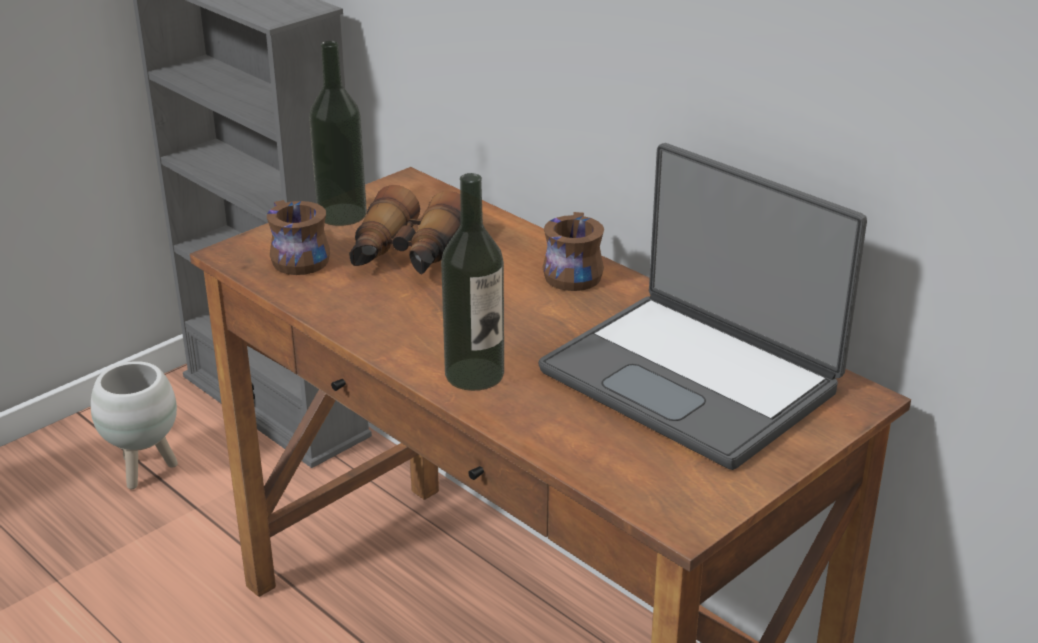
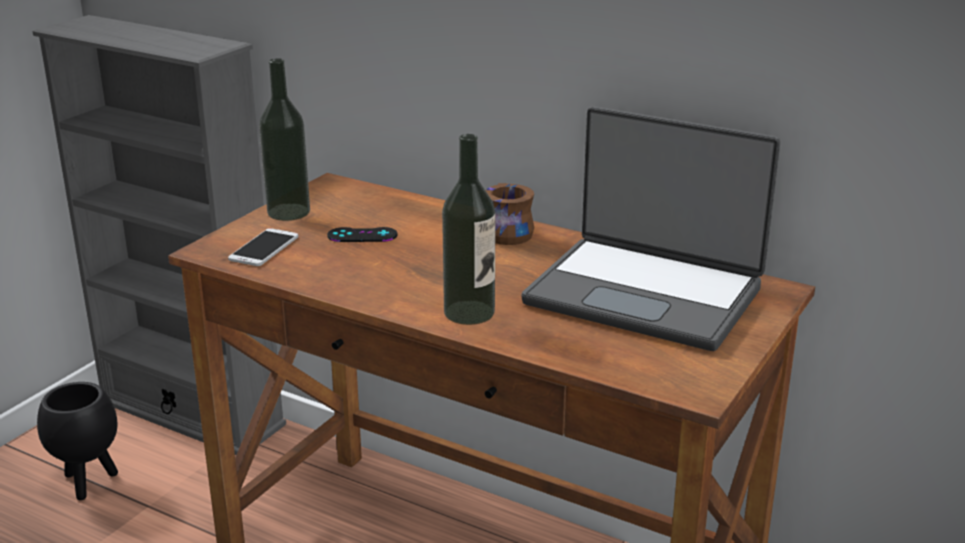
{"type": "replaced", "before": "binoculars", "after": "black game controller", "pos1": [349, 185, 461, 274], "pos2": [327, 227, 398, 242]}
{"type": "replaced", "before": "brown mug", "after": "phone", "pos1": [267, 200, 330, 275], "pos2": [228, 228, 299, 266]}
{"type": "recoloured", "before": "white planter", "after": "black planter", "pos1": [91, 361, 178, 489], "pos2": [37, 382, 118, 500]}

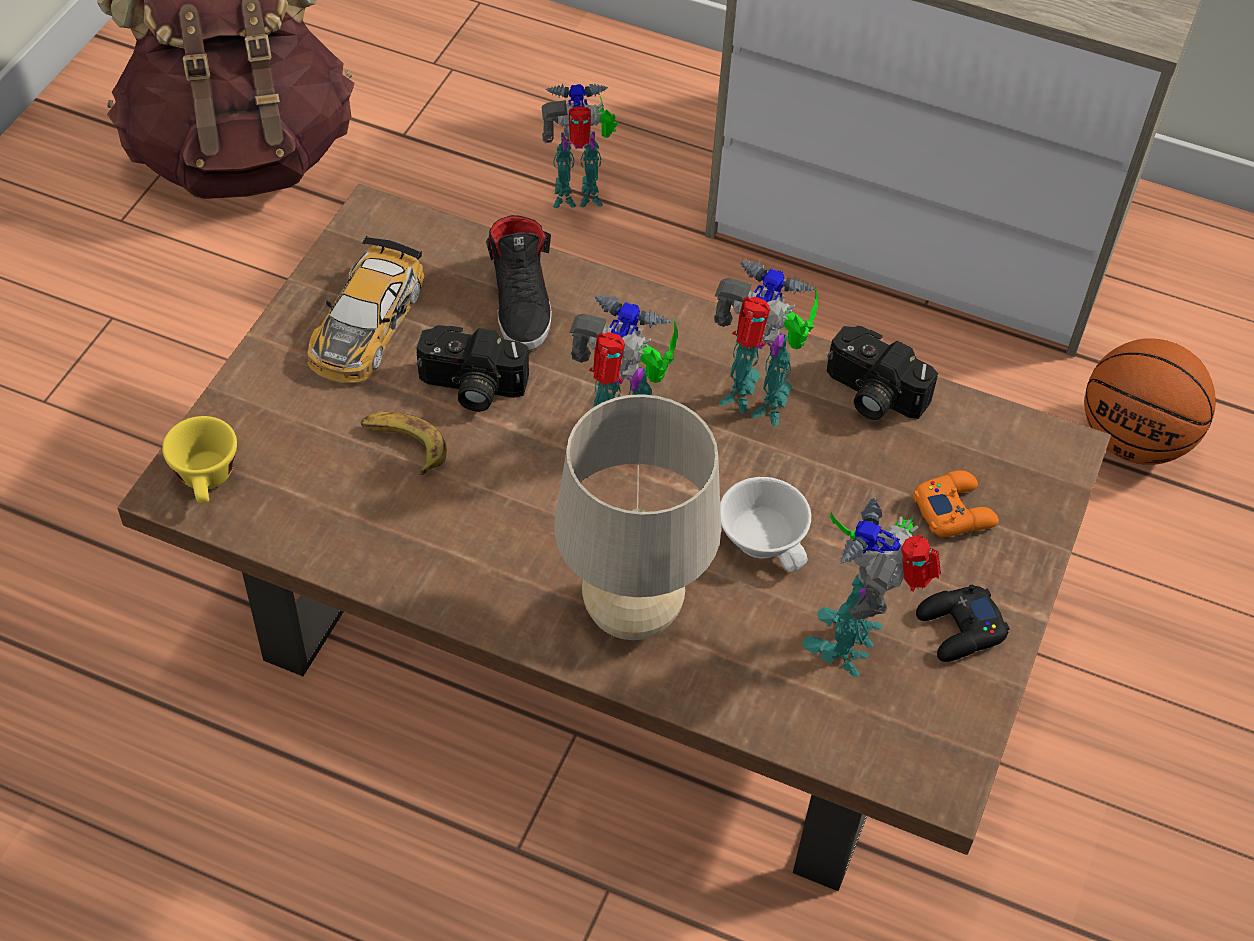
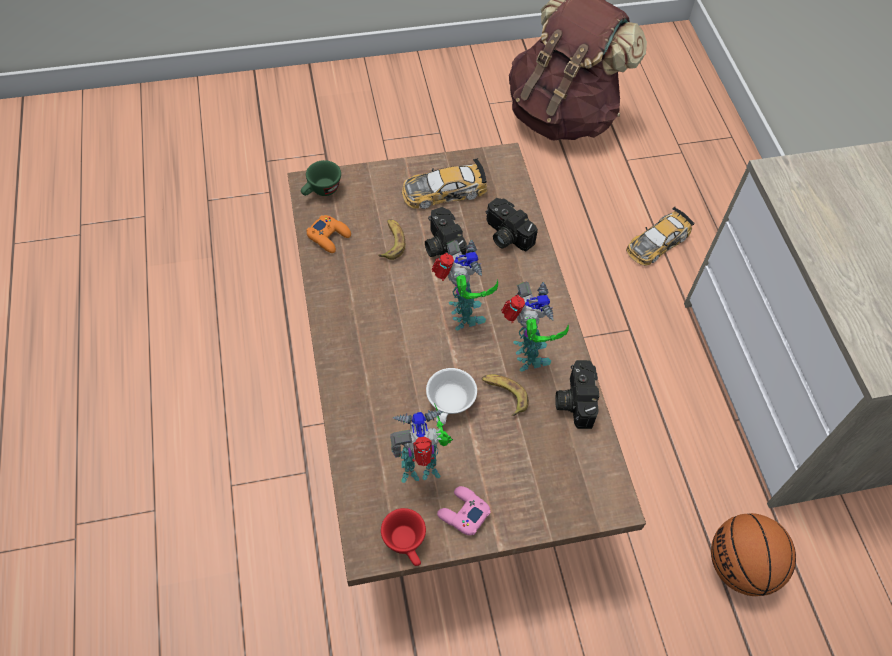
{"type": "replaced", "before": "toy robot", "after": "toy car", "pos1": [542, 83, 618, 208], "pos2": [626, 207, 695, 266]}
{"type": "replaced", "before": "black shoe", "after": "photo camera", "pos1": [486, 215, 552, 351], "pos2": [486, 198, 538, 251]}
{"type": "removed", "before": "beige table lamp", "pos1": [554, 394, 721, 640]}
{"type": "recoloured", "before": "yellow cup", "after": "green cup", "pos1": [162, 416, 237, 503], "pos2": [301, 160, 341, 196]}
{"type": "moved", "before": "orange game controller", "pos1": [912, 470, 999, 537], "pos2": [306, 215, 351, 253]}
{"type": "recoloured", "before": "black game controller", "after": "pink game controller", "pos1": [916, 584, 1010, 662], "pos2": [437, 486, 491, 536]}
{"type": "added", "after": "banana", "pos2": [482, 374, 529, 416]}
{"type": "added", "after": "red cup", "pos2": [381, 508, 426, 566]}

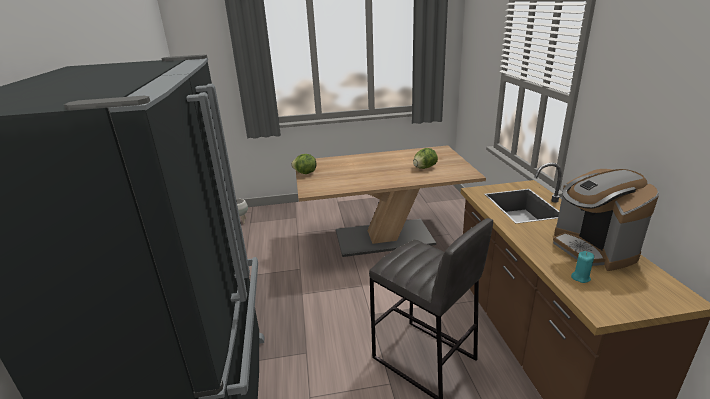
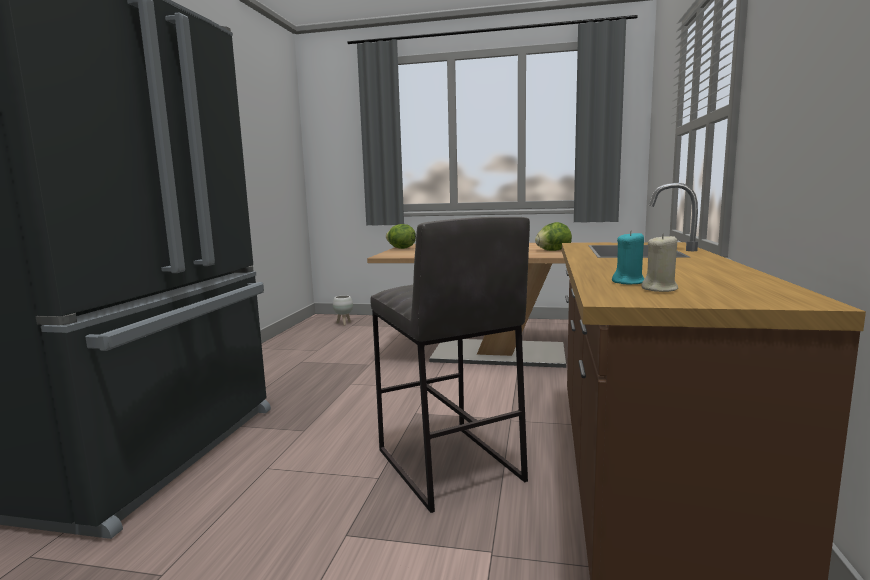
{"type": "removed", "before": "coffee machine", "pos1": [553, 169, 659, 271]}
{"type": "added", "after": "beige candle", "pos2": [641, 234, 678, 292]}

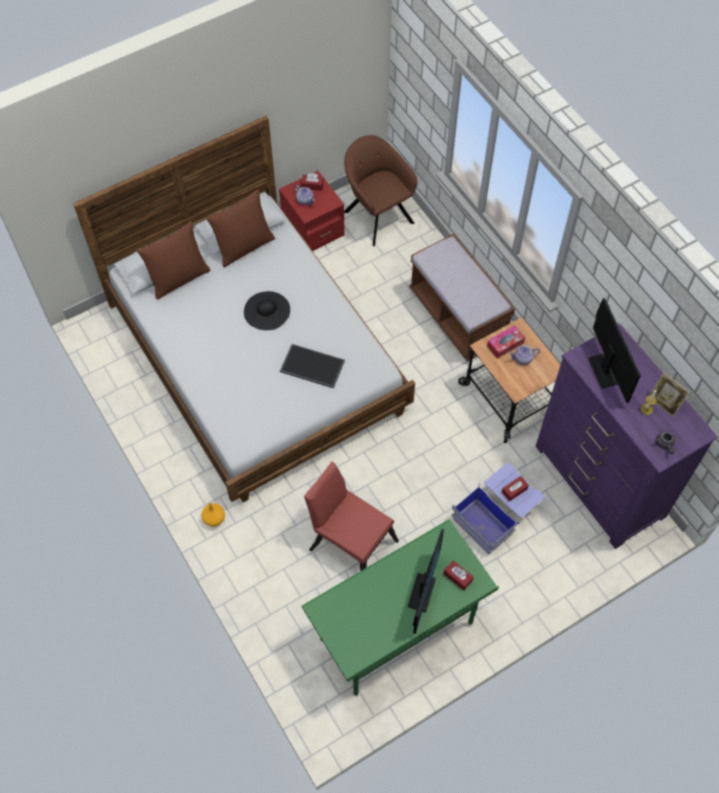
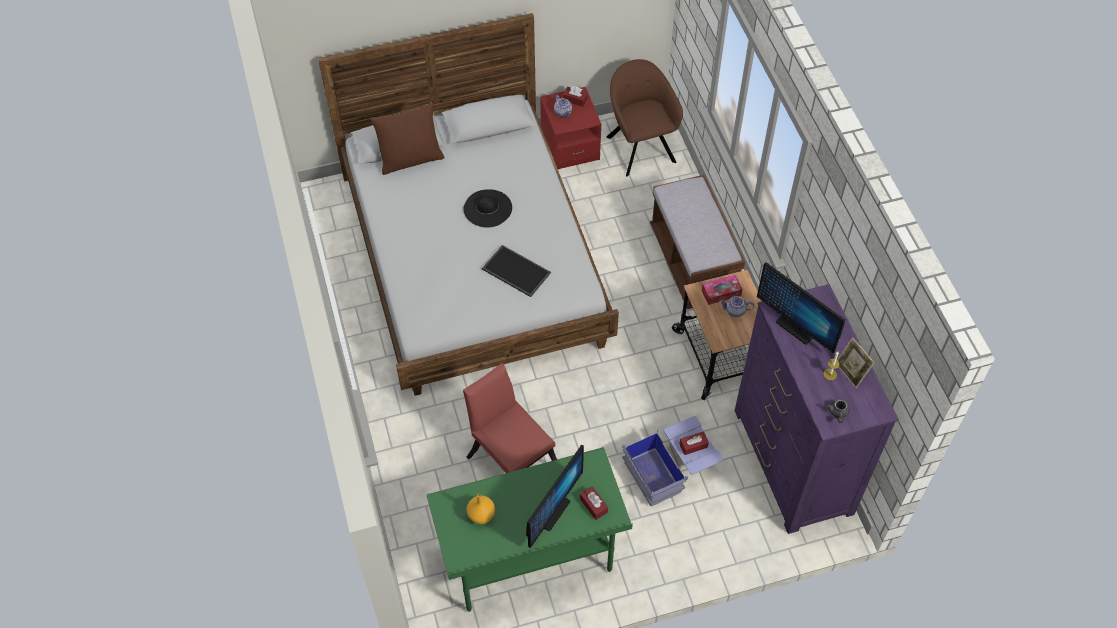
{"type": "removed", "before": "brown pillow", "pos1": [206, 189, 275, 267]}
{"type": "turned", "before": "monitor", "pos1": [589, 298, 641, 403], "pos2": [757, 262, 845, 353], "turn": 135}
{"type": "moved", "before": "orange vase", "pos1": [201, 503, 225, 527], "pos2": [467, 494, 495, 524]}

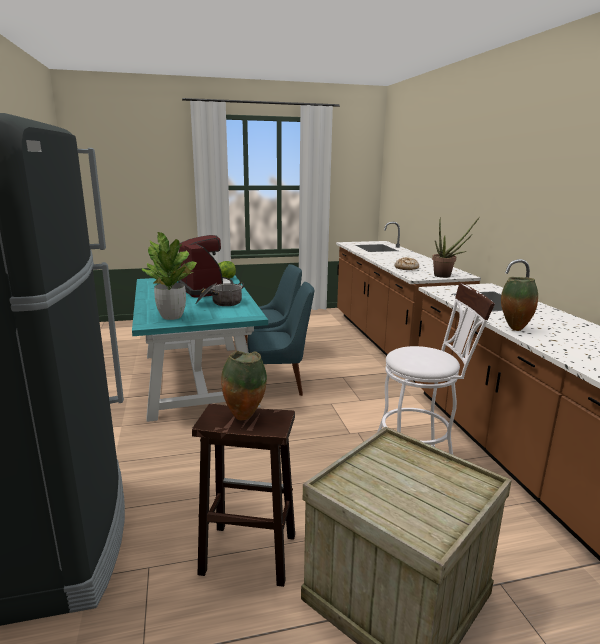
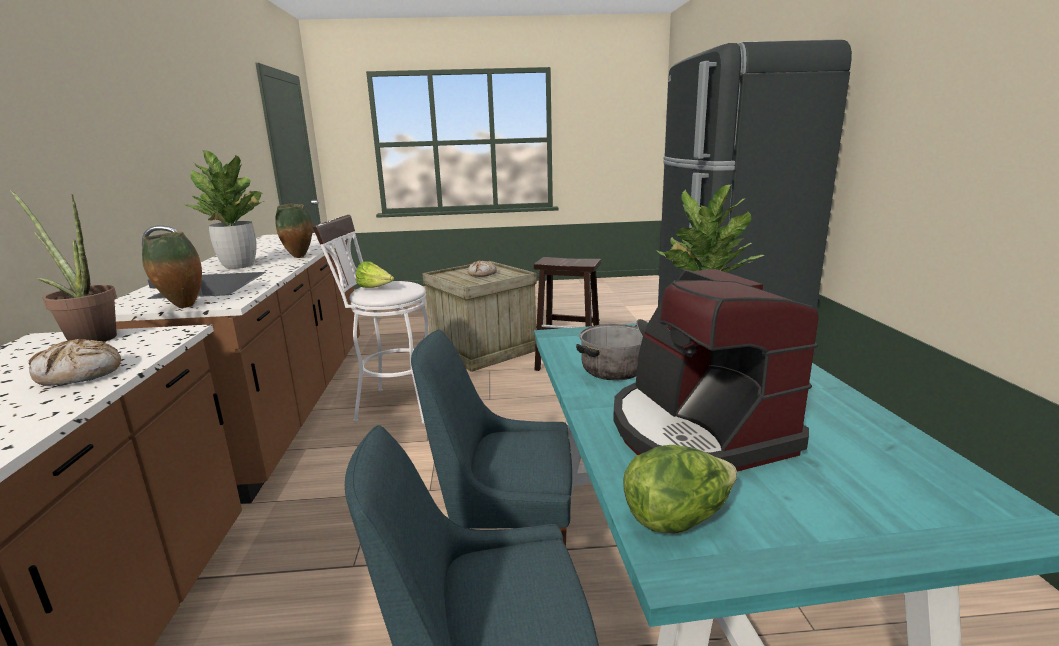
{"type": "moved", "before": "vase", "pos1": [221, 351, 267, 420], "pos2": [142, 232, 202, 308]}
{"type": "added", "after": "potted plant", "pos2": [184, 151, 266, 269]}
{"type": "added", "after": "bread", "pos2": [468, 260, 497, 277]}
{"type": "added", "after": "lettuce", "pos2": [356, 262, 394, 288]}

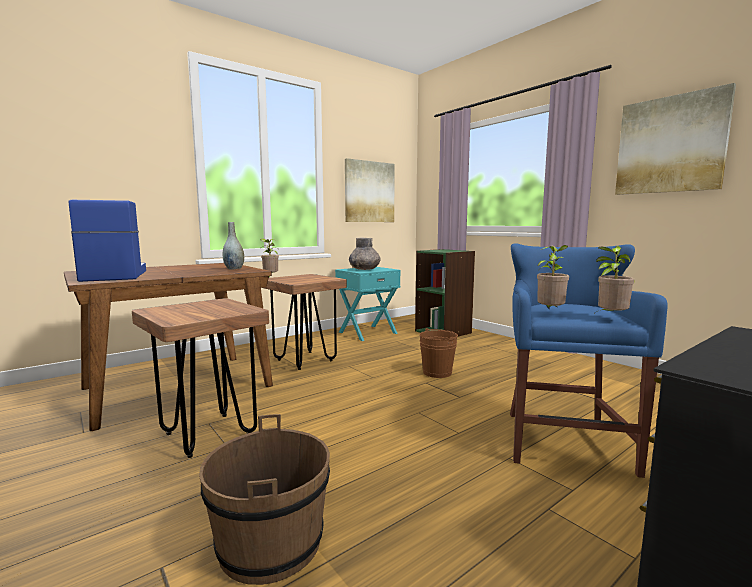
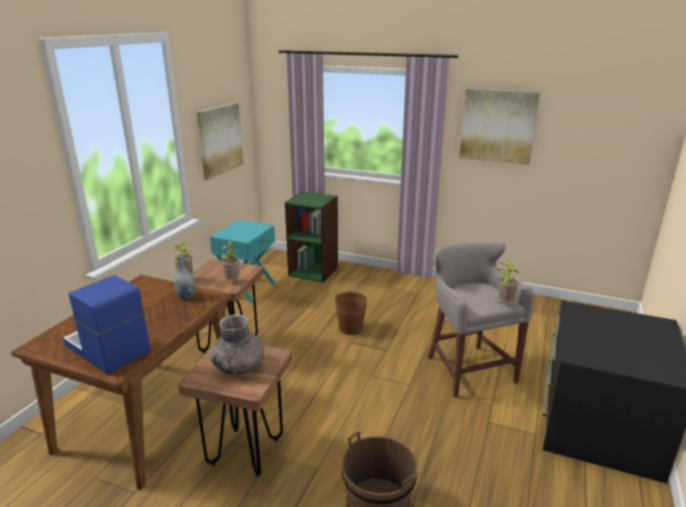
{"type": "moved", "before": "grey vase", "pos1": [349, 237, 380, 270], "pos2": [210, 314, 264, 375]}
{"type": "recoloured", "before": "blue stool", "after": "grey stool", "pos1": [510, 244, 668, 478], "pos2": [428, 241, 534, 397]}
{"type": "moved", "before": "potted plant", "pos1": [537, 245, 570, 310], "pos2": [221, 241, 240, 279]}

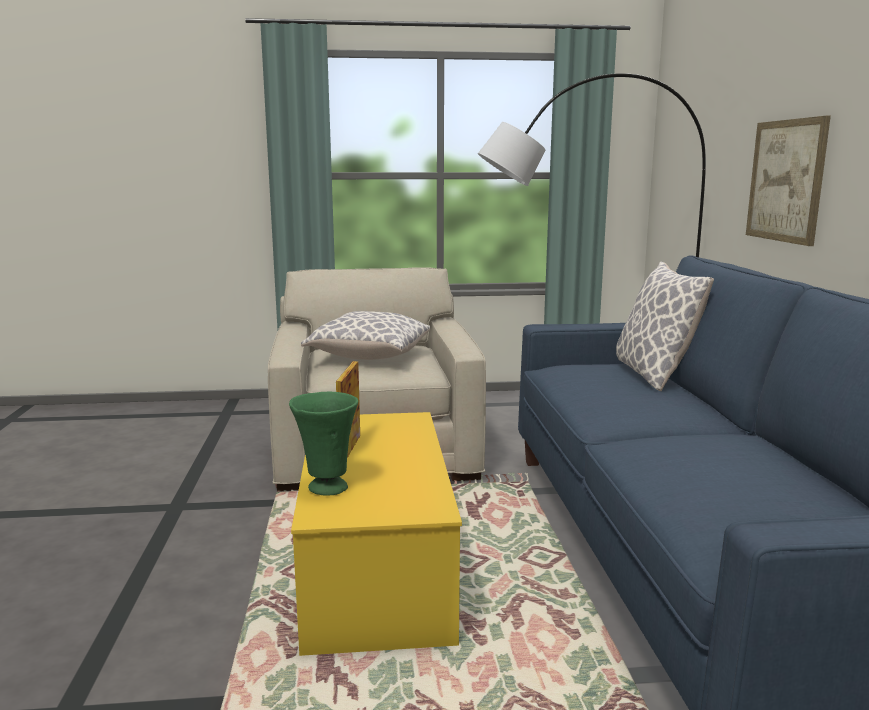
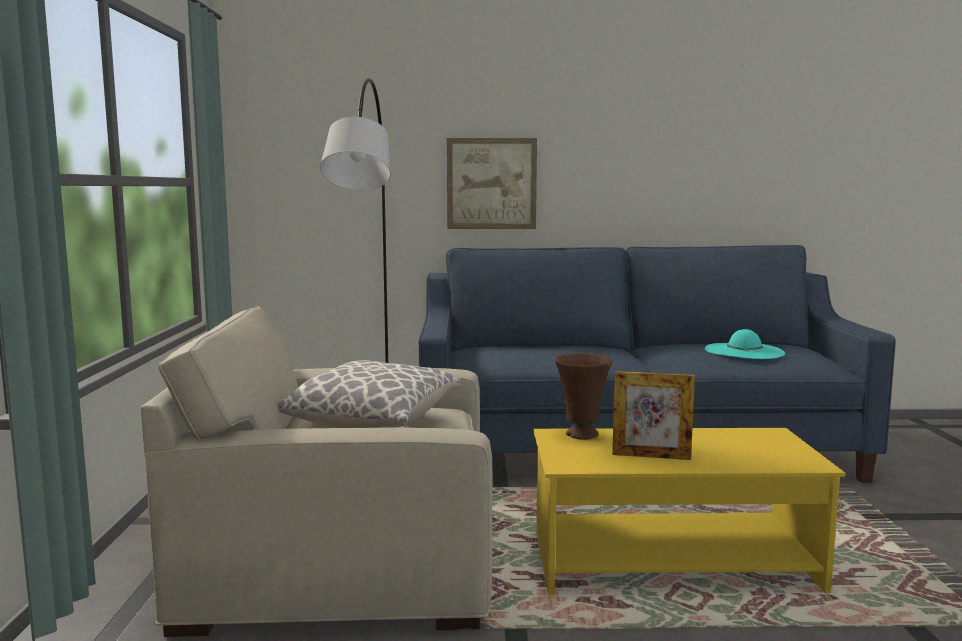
{"type": "removed", "before": "pillow", "pos1": [616, 262, 714, 391]}
{"type": "removed", "before": "green vase", "pos1": [289, 392, 358, 496]}
{"type": "added", "after": "turquoise hat", "pos2": [705, 329, 785, 359]}
{"type": "added", "after": "brown vase", "pos2": [555, 353, 612, 440]}

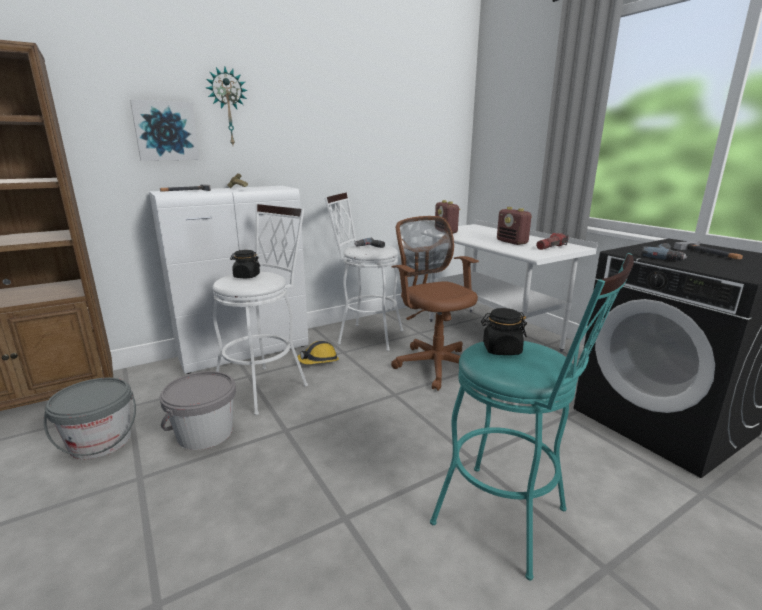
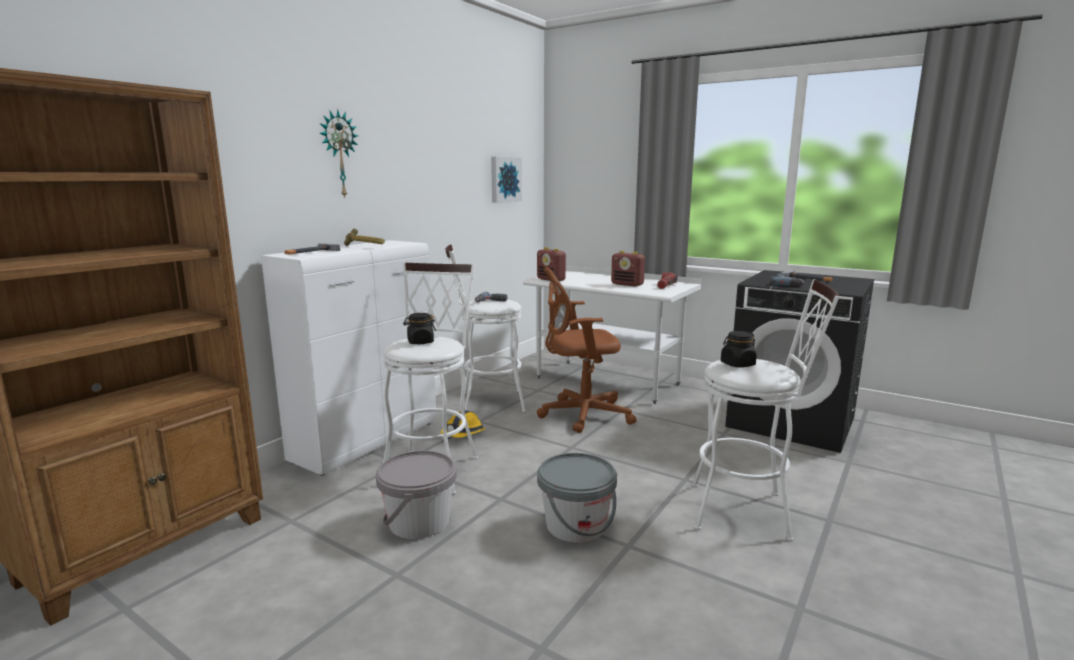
{"type": "moved", "before": "picture", "pos1": [130, 100, 200, 161], "pos2": [491, 157, 522, 203]}
{"type": "turned", "before": "brown office chair", "pos1": [391, 216, 479, 391], "pos2": [537, 267, 637, 433], "turn": -45}
{"type": "recoloured", "before": "turquoise stool", "after": "white stool", "pos1": [430, 253, 634, 580], "pos2": [692, 279, 839, 541]}
{"type": "moved", "before": "grey bucket", "pos1": [44, 378, 136, 459], "pos2": [537, 453, 617, 542]}

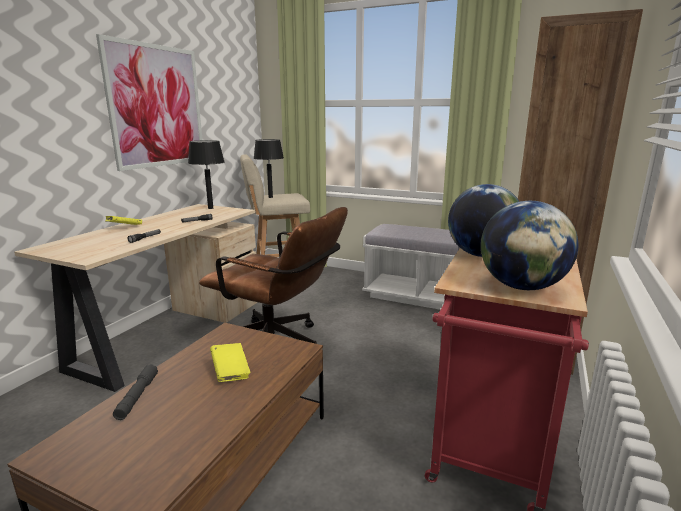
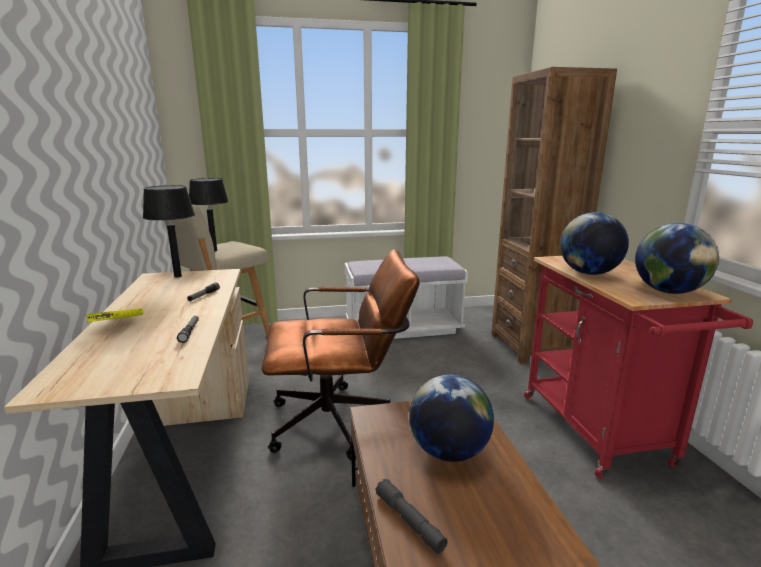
{"type": "removed", "before": "picture", "pos1": [96, 34, 202, 171]}
{"type": "replaced", "before": "yellow book", "after": "globe", "pos1": [210, 343, 250, 382], "pos2": [409, 375, 494, 462]}

